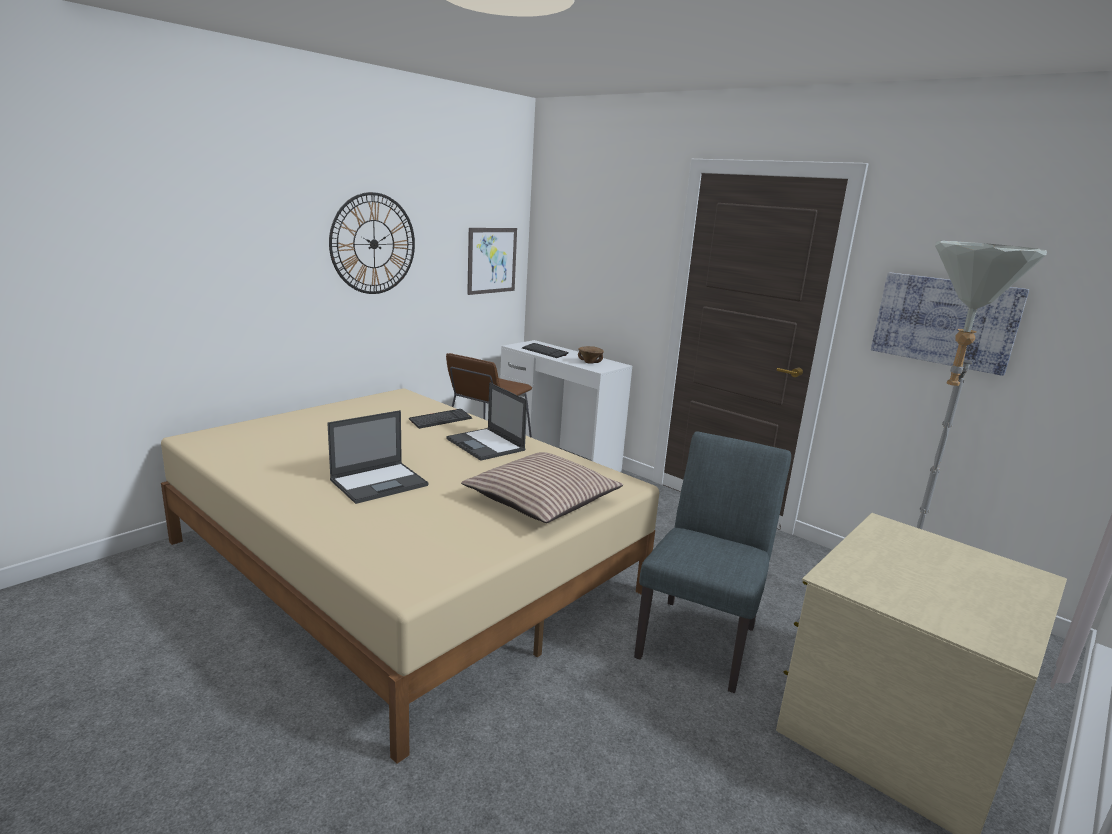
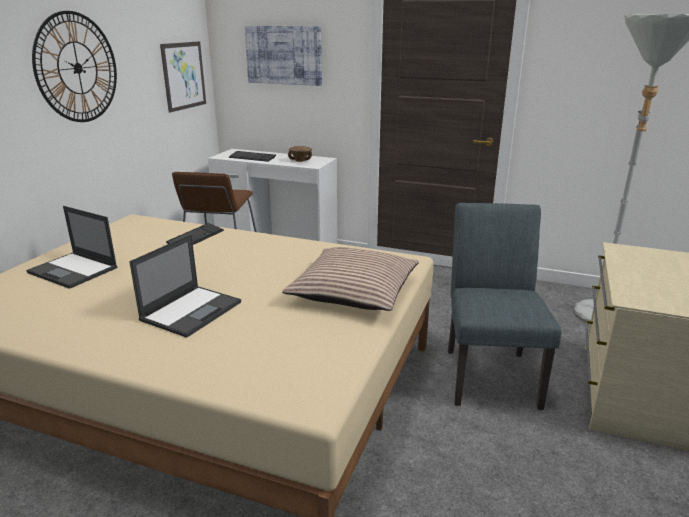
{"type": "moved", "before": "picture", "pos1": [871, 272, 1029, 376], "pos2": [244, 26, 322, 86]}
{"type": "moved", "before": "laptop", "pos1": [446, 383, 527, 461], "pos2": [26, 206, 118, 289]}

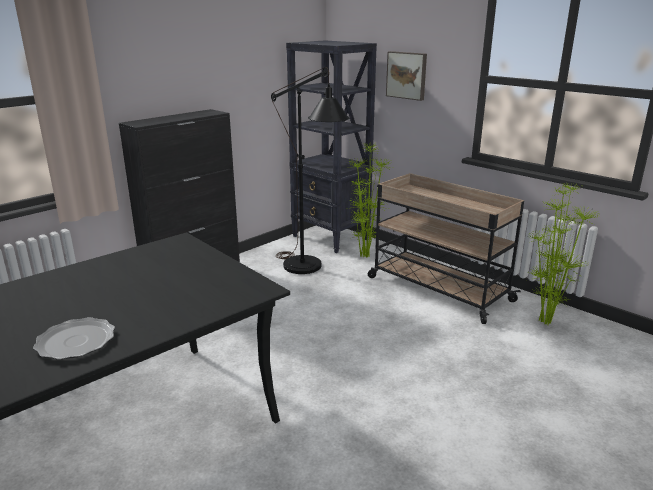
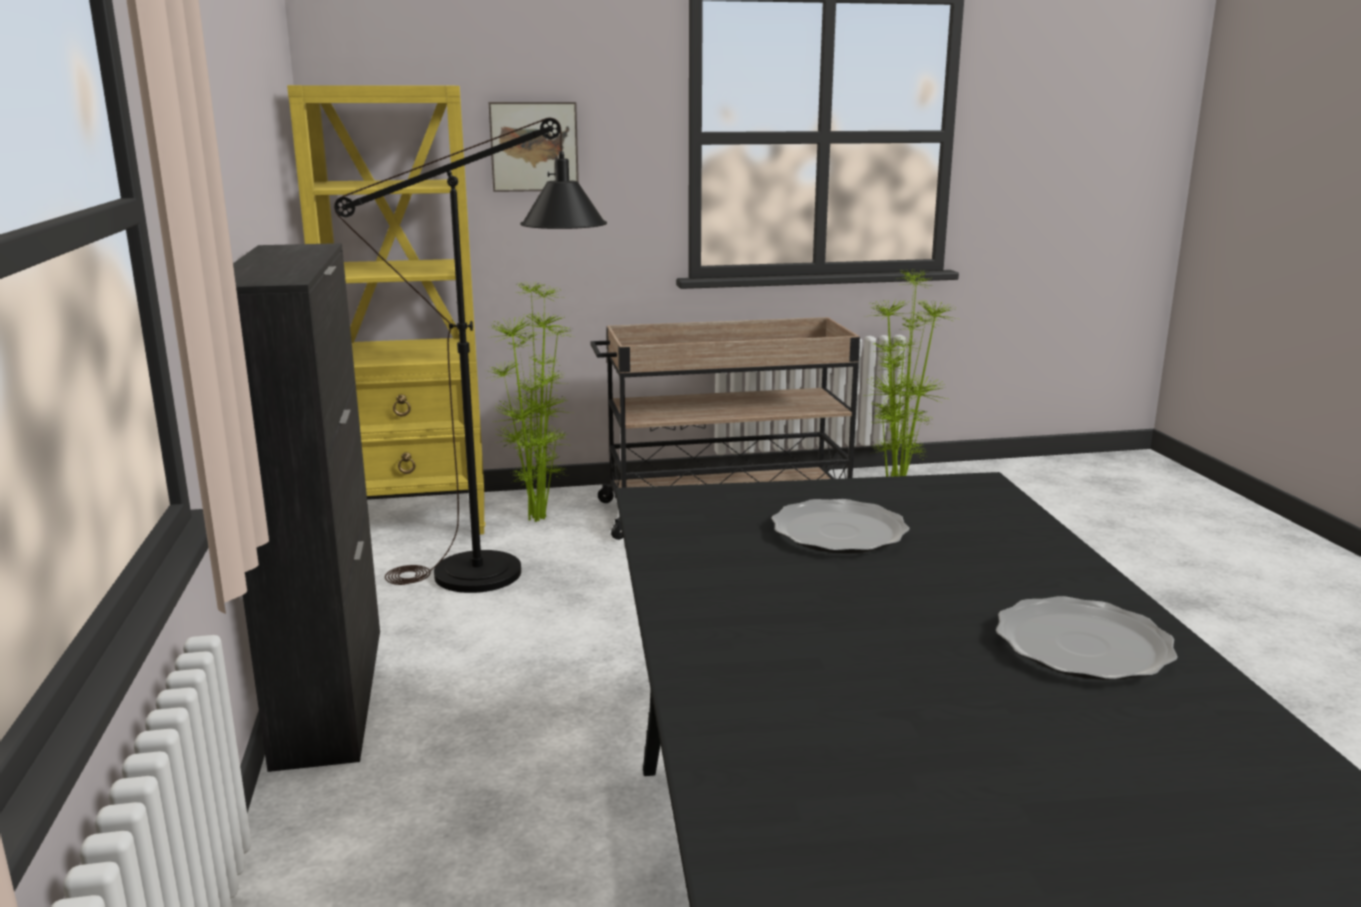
{"type": "recoloured", "before": "black bookcase", "after": "yellow bookcase", "pos1": [286, 40, 377, 253], "pos2": [287, 85, 485, 534]}
{"type": "added", "after": "plate", "pos2": [771, 499, 909, 554]}

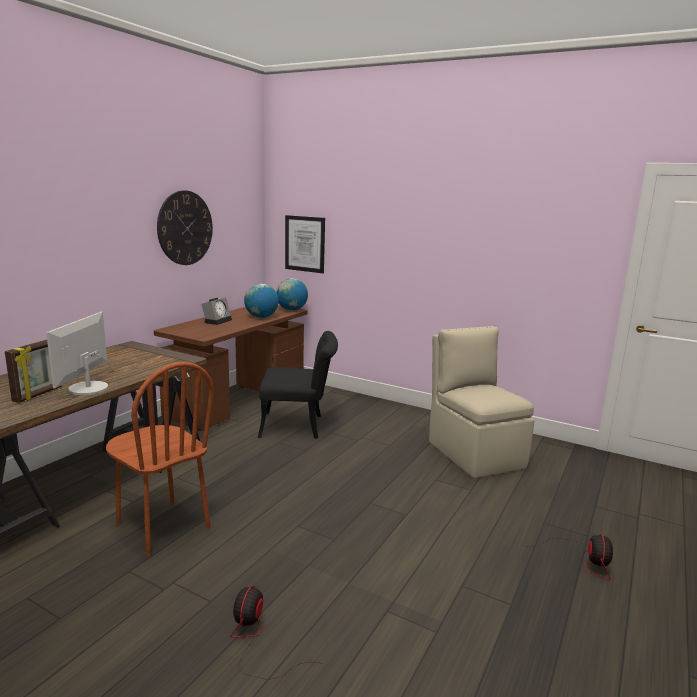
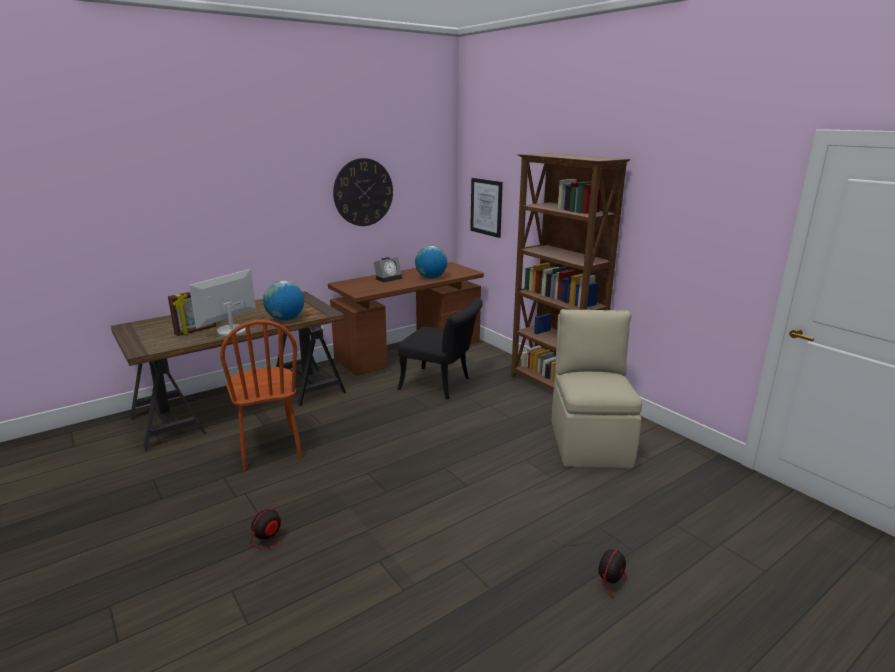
{"type": "moved", "before": "globe", "pos1": [276, 279, 308, 311], "pos2": [263, 281, 304, 320]}
{"type": "added", "after": "brown bookcase", "pos2": [511, 153, 630, 390]}

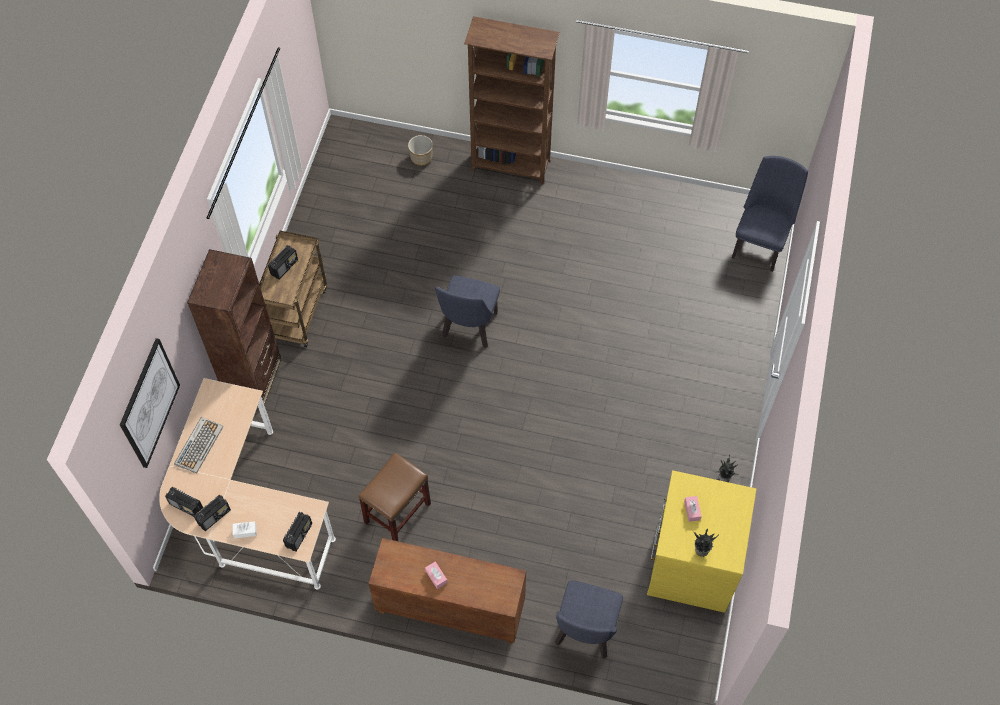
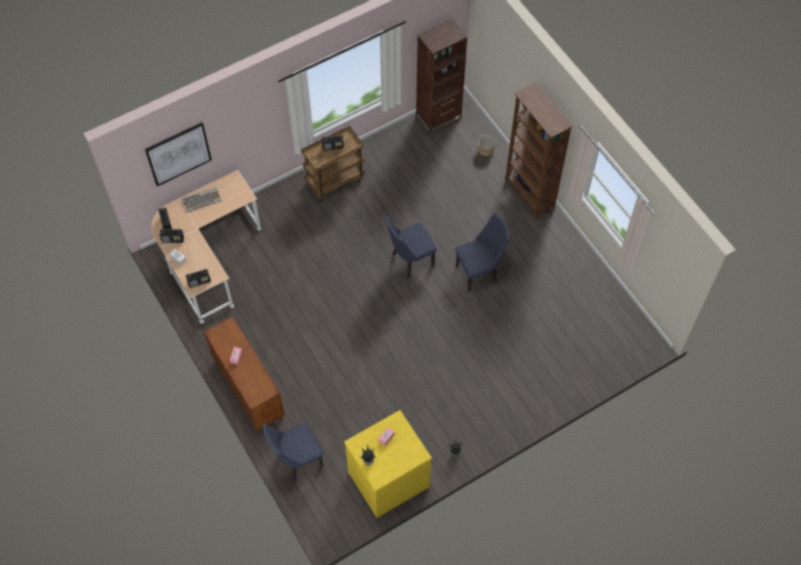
{"type": "moved", "before": "blue chair", "pos1": [732, 156, 808, 272], "pos2": [455, 213, 509, 292]}
{"type": "moved", "before": "brown bookcase", "pos1": [187, 249, 282, 405], "pos2": [416, 19, 467, 133]}
{"type": "removed", "before": "brown stool", "pos1": [358, 452, 431, 541]}

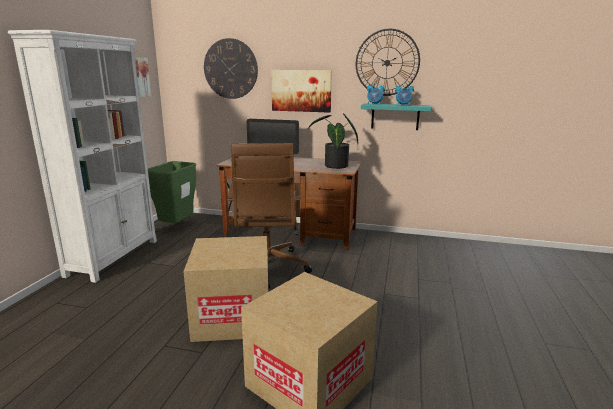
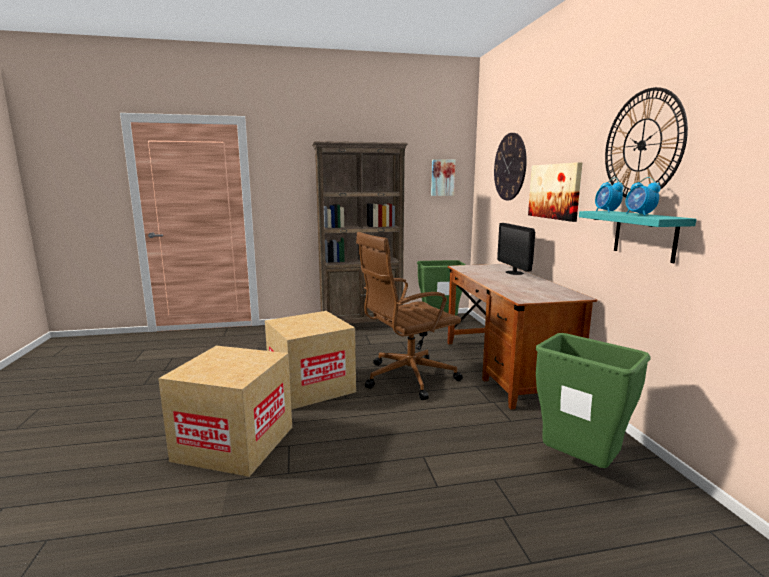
{"type": "recoloured", "before": "white bookcase", "after": "brown bookcase", "pos1": [8, 30, 157, 283], "pos2": [312, 141, 408, 324]}
{"type": "removed", "before": "potted plant", "pos1": [308, 114, 358, 169]}
{"type": "added", "after": "green trash can", "pos2": [536, 333, 651, 468]}

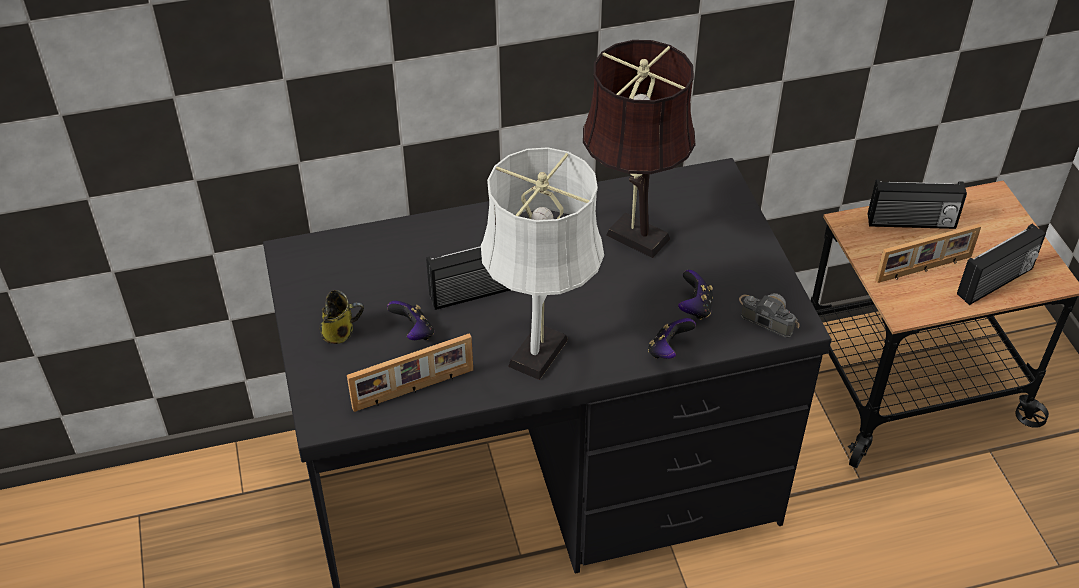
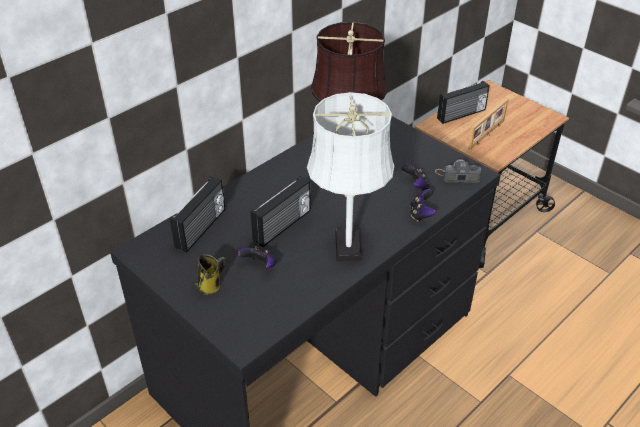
{"type": "moved", "before": "radio", "pos1": [957, 224, 1046, 305], "pos2": [170, 176, 225, 253]}
{"type": "removed", "before": "picture frame", "pos1": [347, 333, 473, 412]}

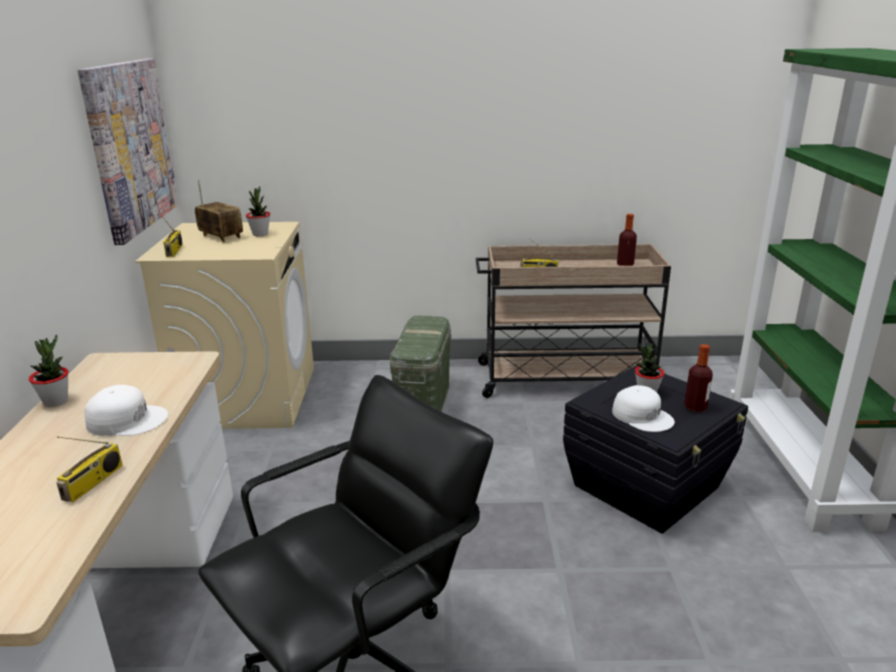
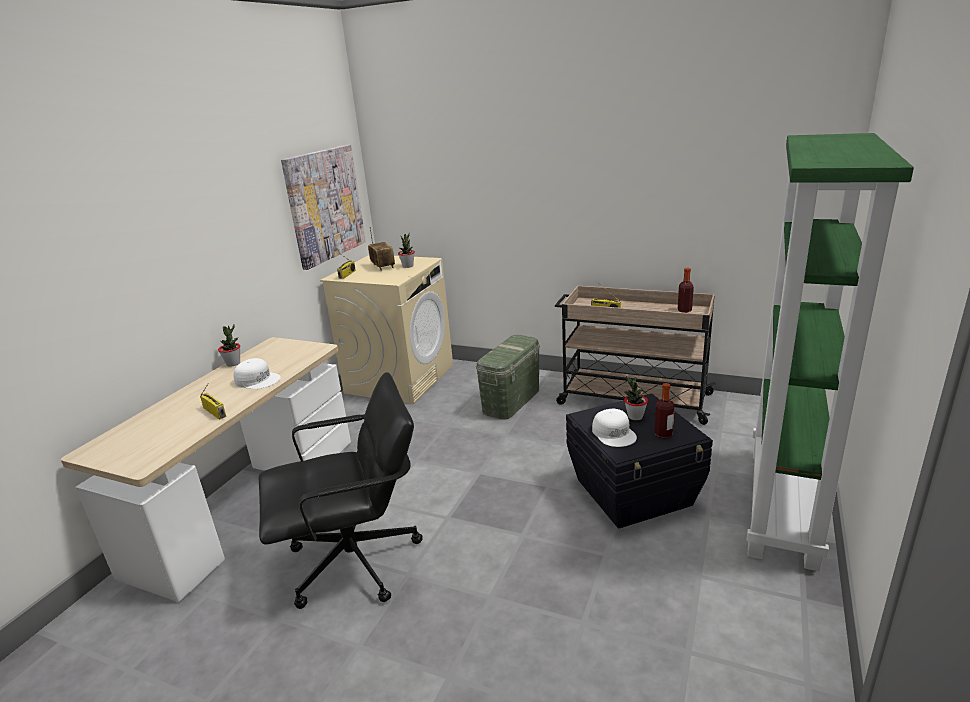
{"type": "turned", "before": "radio", "pos1": [57, 436, 123, 502], "pos2": [200, 383, 227, 420], "turn": -90}

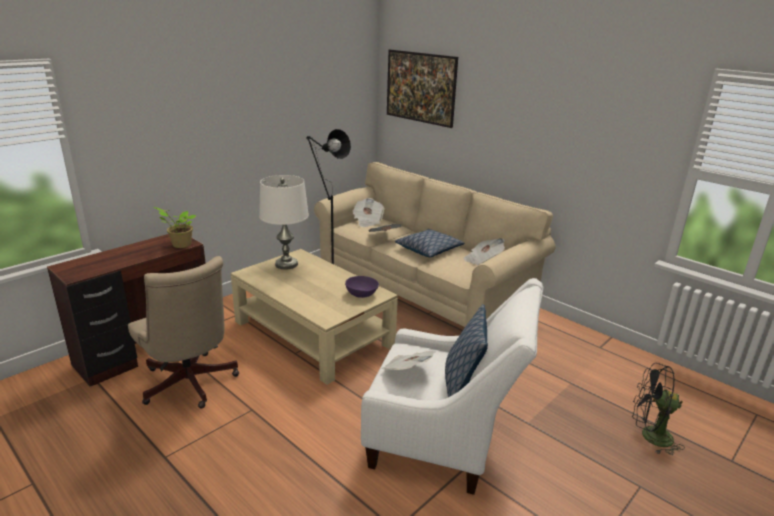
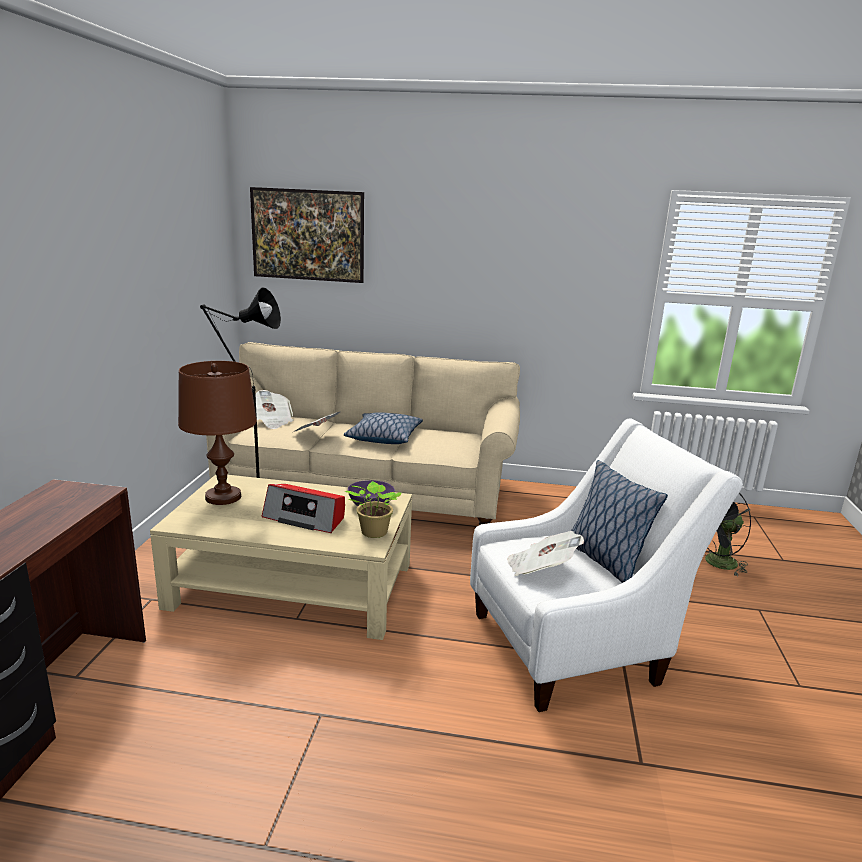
{"type": "recoloured", "before": "white table lamp", "after": "brown table lamp", "pos1": [259, 175, 309, 269], "pos2": [178, 361, 257, 505]}
{"type": "moved", "before": "potted plant", "pos1": [154, 207, 196, 248], "pos2": [344, 481, 402, 538]}
{"type": "removed", "before": "newspaper", "pos1": [463, 238, 505, 265]}
{"type": "removed", "before": "beige office chair", "pos1": [128, 256, 239, 409]}
{"type": "added", "after": "radio", "pos2": [262, 484, 345, 533]}

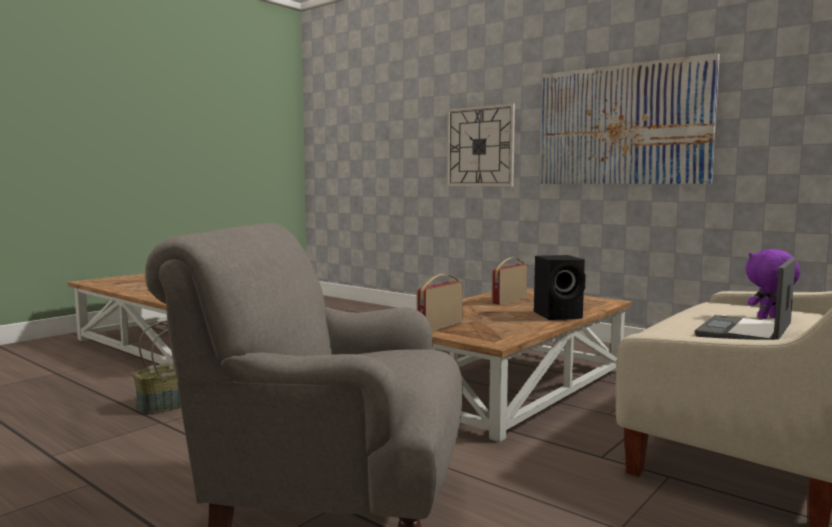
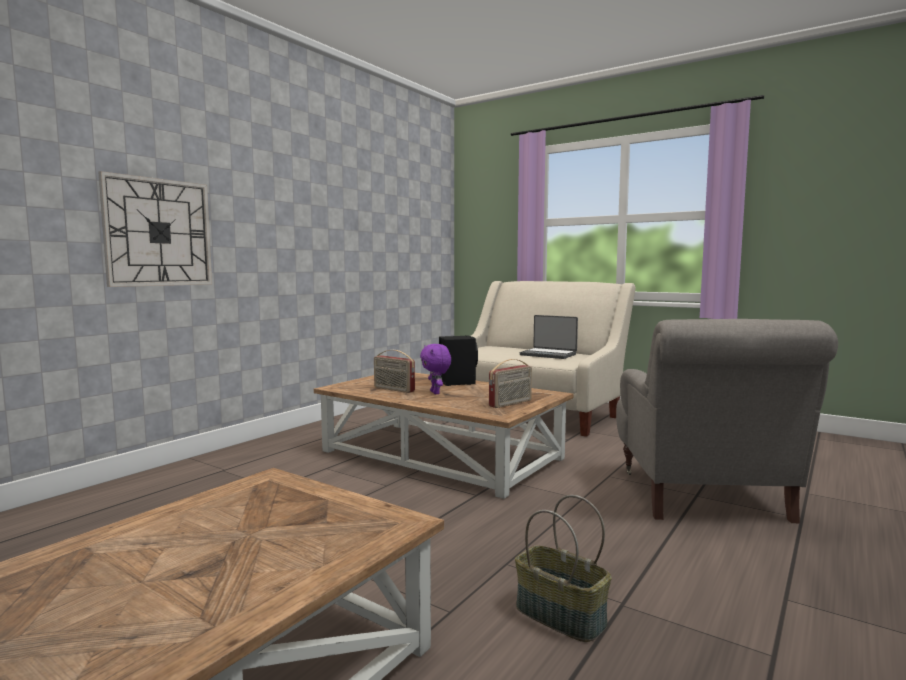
{"type": "removed", "before": "picture", "pos1": [540, 53, 720, 184]}
{"type": "moved", "before": "purple plush toy", "pos1": [746, 249, 800, 319], "pos2": [420, 344, 451, 394]}
{"type": "turned", "before": "radio", "pos1": [417, 274, 463, 331], "pos2": [489, 359, 532, 408], "turn": -75}

